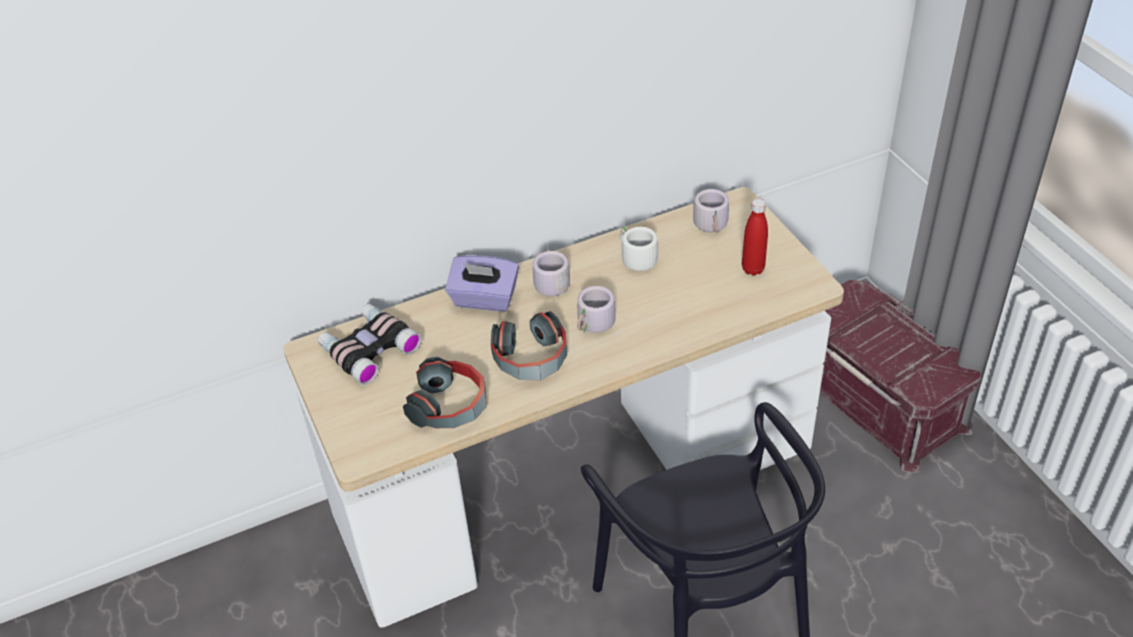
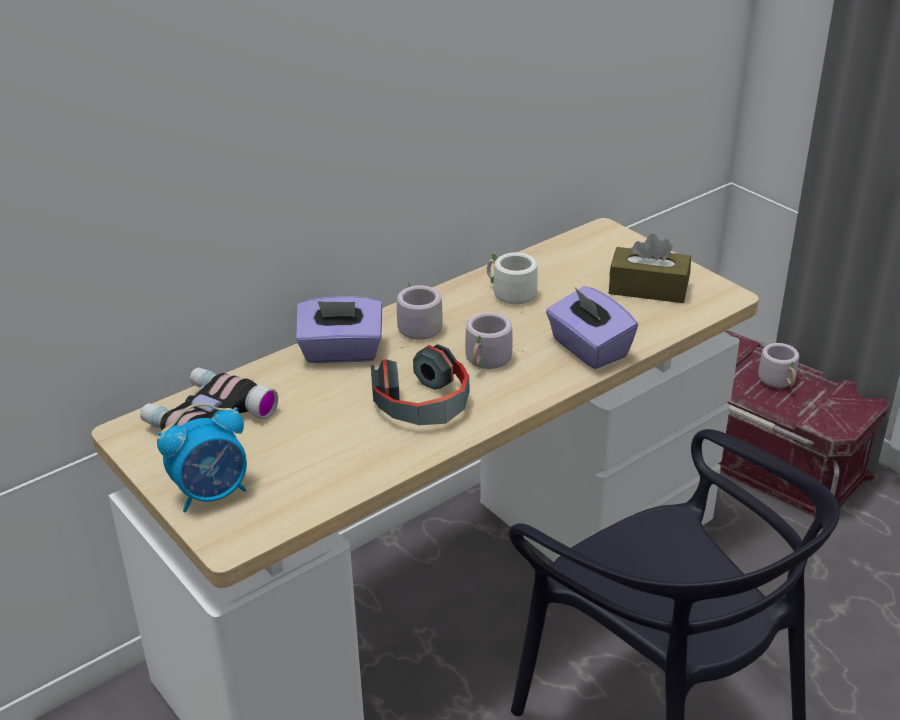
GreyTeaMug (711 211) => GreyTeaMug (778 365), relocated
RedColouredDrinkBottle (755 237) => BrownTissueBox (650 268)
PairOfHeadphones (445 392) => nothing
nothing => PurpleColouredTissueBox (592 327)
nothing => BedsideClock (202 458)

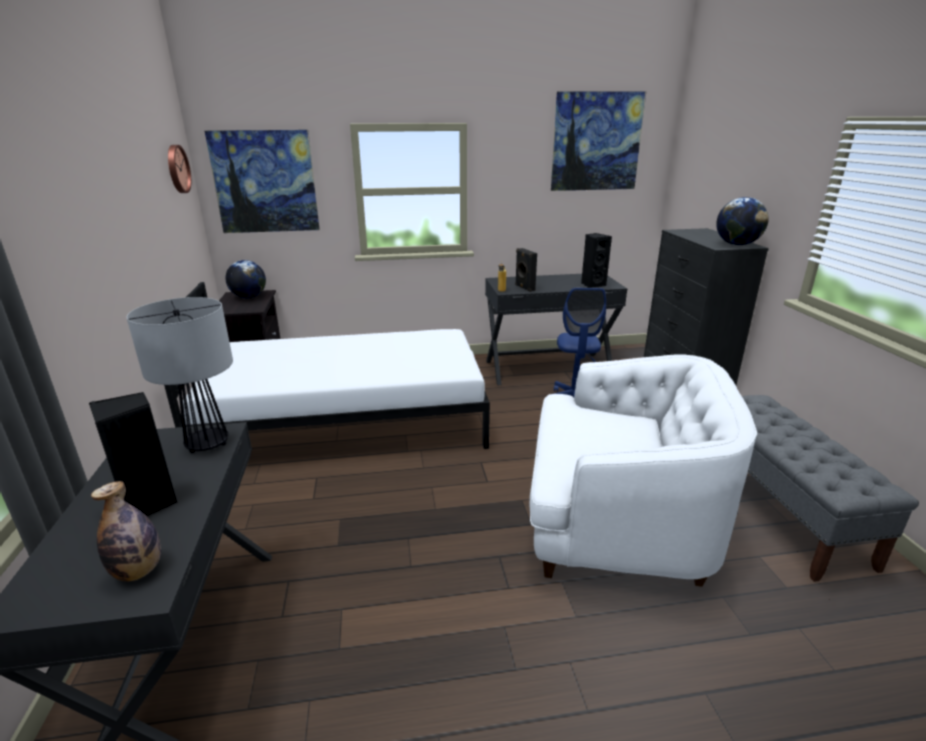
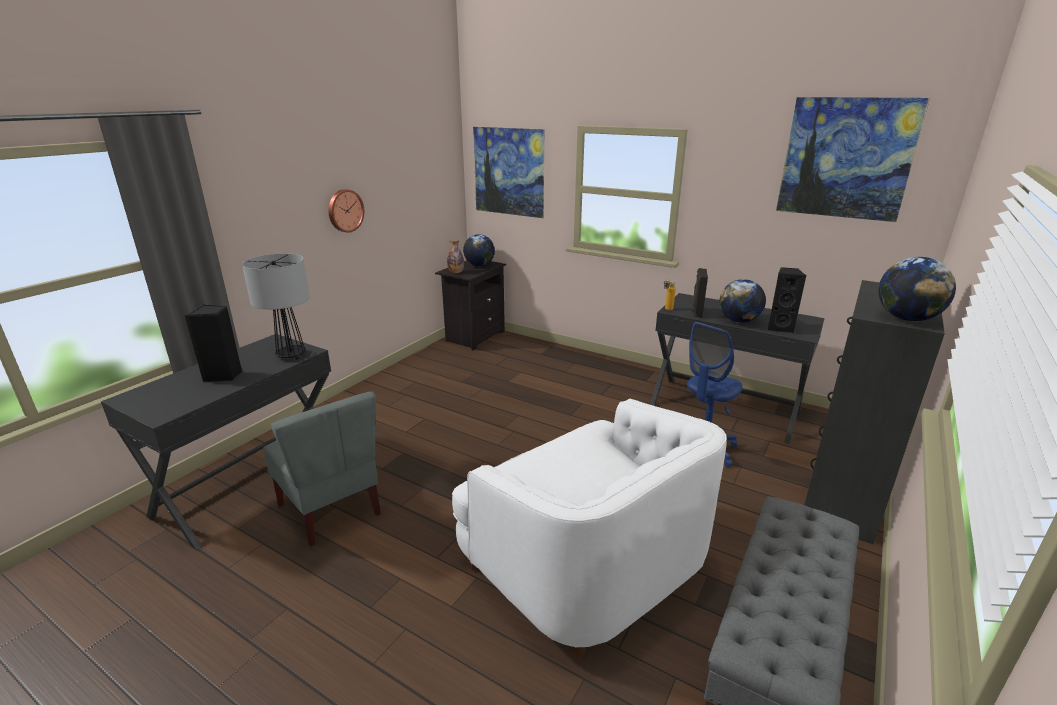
ClockOnTheWall (179 169) => ClockOnTheWall (346 211), relocated
WhiteColouredSleepingBed (327 365) => nothing
DrinkBottle (126 531) => DrinkBottle (455 256), relocated
nothing => Globe (742 301)
nothing => GreyUprightChair (322 468)

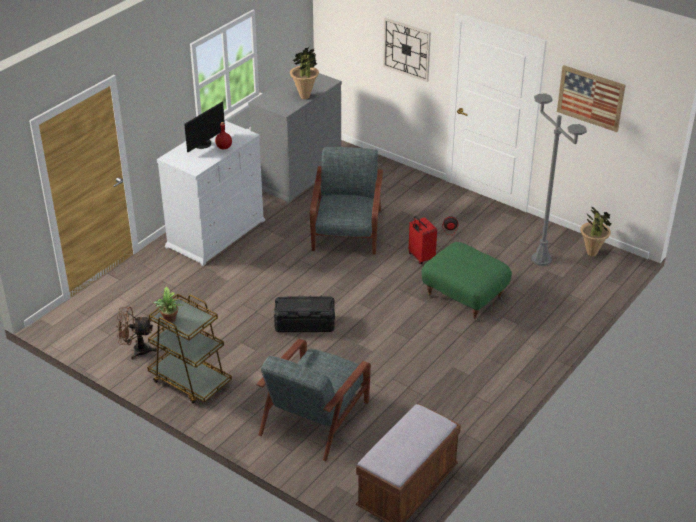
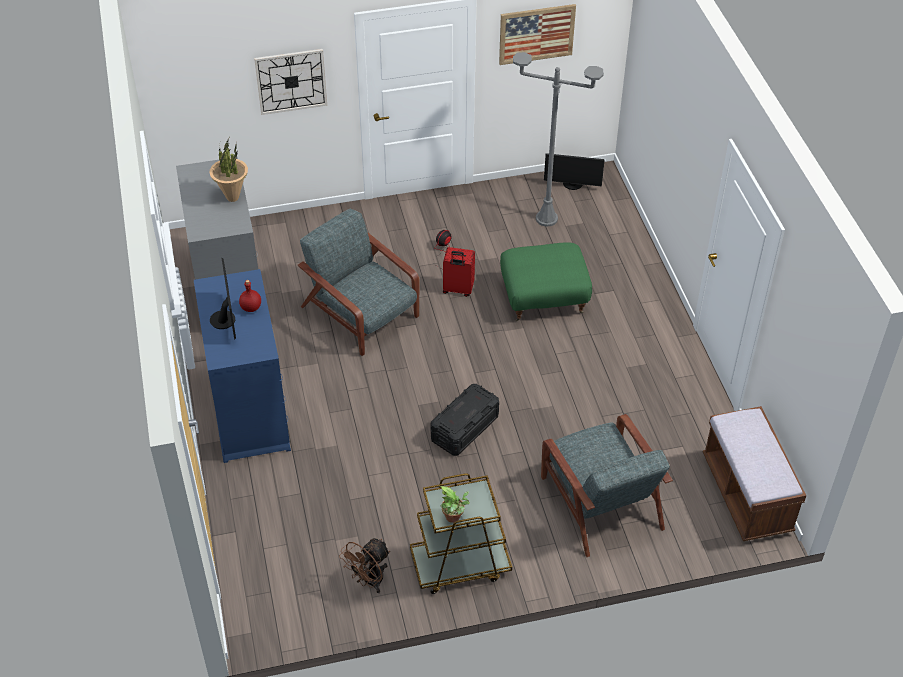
WhiteColouredDresser (211 193) => BlueColouredDresser (242 366)
Houseplant (596 230) => ComputerDisplay (574 171)

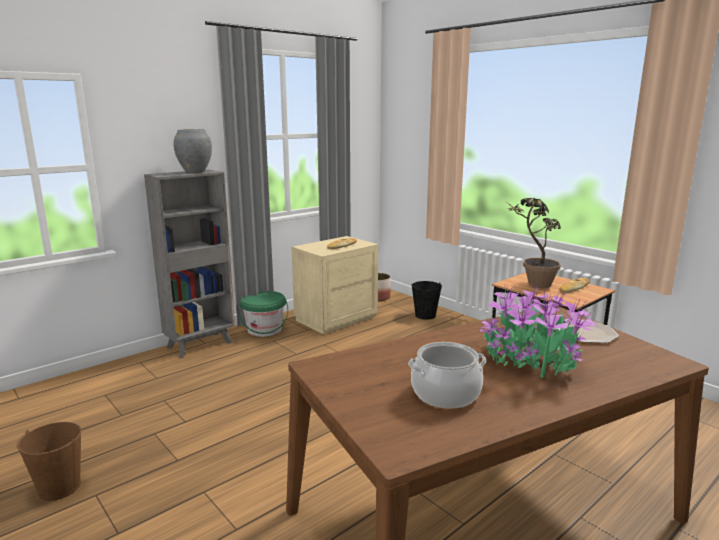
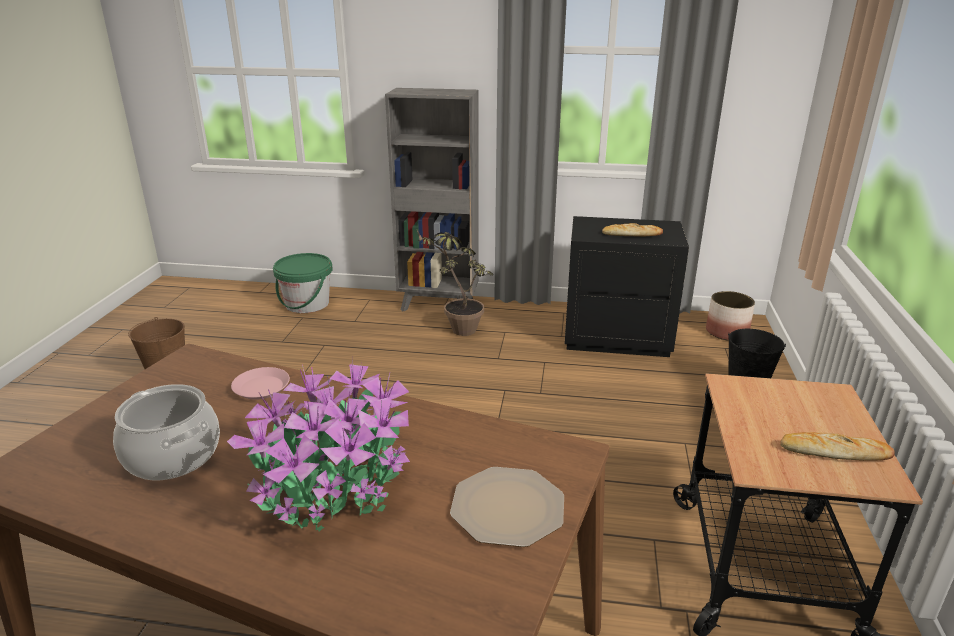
GreyFlowerVase (193 151) => nothing
Houseplant (534 243) => Houseplant (455 283), relocated
BeigeNightstand (334 285) => BlackishNightstand (627 286)
GreenColouredWaterBucket (263 314) => GreenColouredWaterBucket (303 283), relocated
nothing => PinkDinnerPlate (260 383)

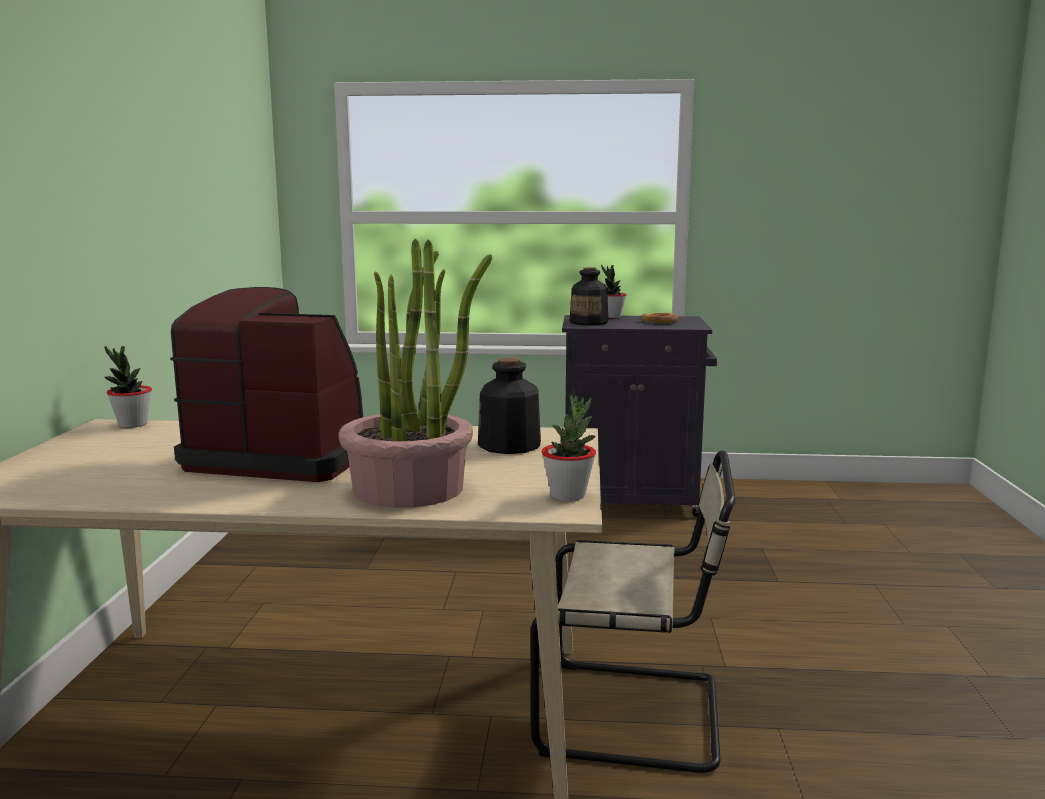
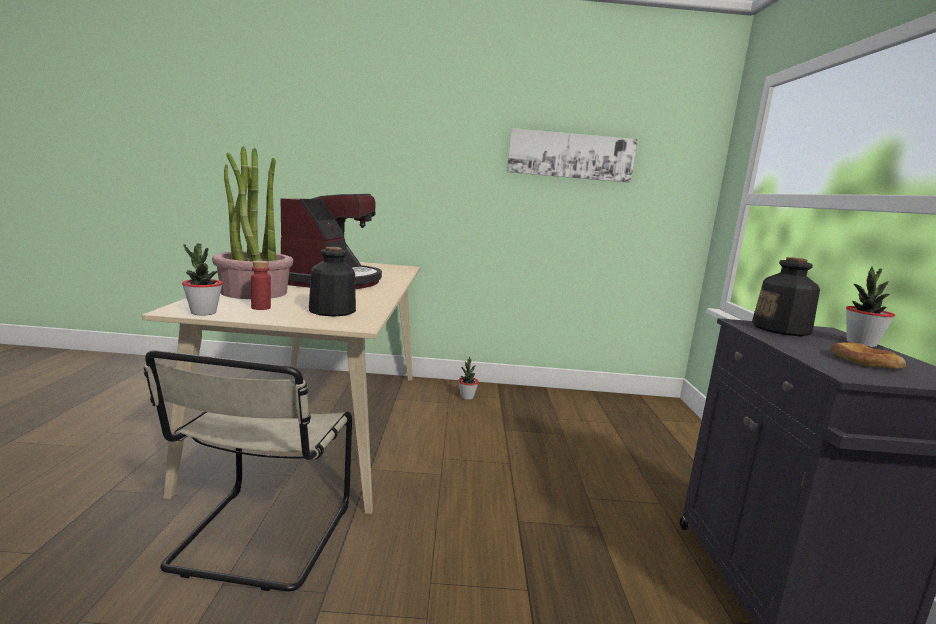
Houseplant (128 387) => Houseplant (468 378), relocated
nothing => Picture (572 155)
nothing => RedColouredDrinkBottle (261 285)

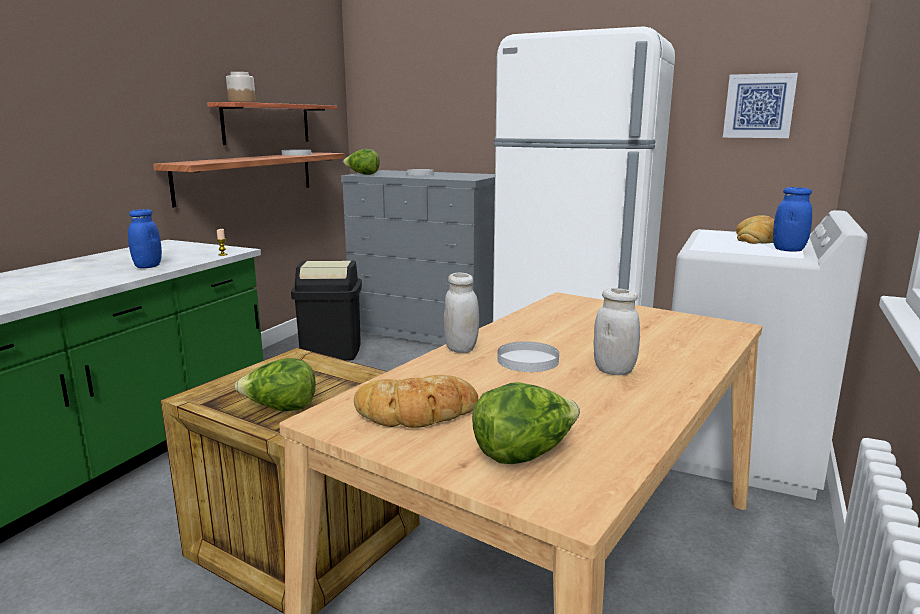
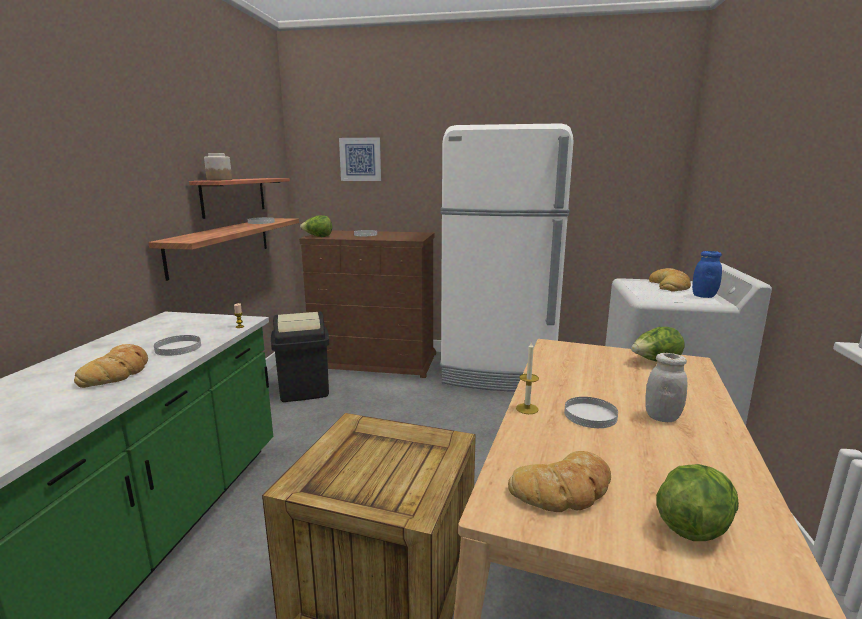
Picture (760 105) => Picture (360 159), relocated
GreyDresser (418 257) => BrownDresser (367 304)
BlueColouredPreserveJar (145 238) => WhiteColouredDinnerPlate (177 345)
WhiteColouredPreserveJar (461 312) => WaxCandle (527 377)
LettuceHead (275 384) => LettuceHead (658 344), relocated
nothing => Bread (111 366)

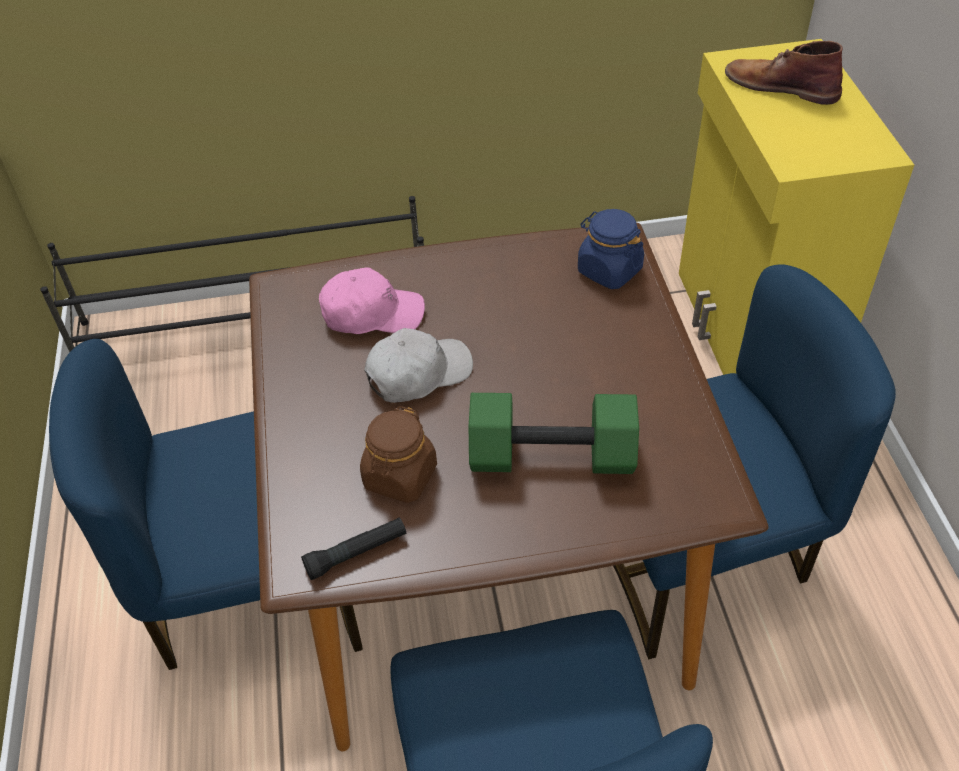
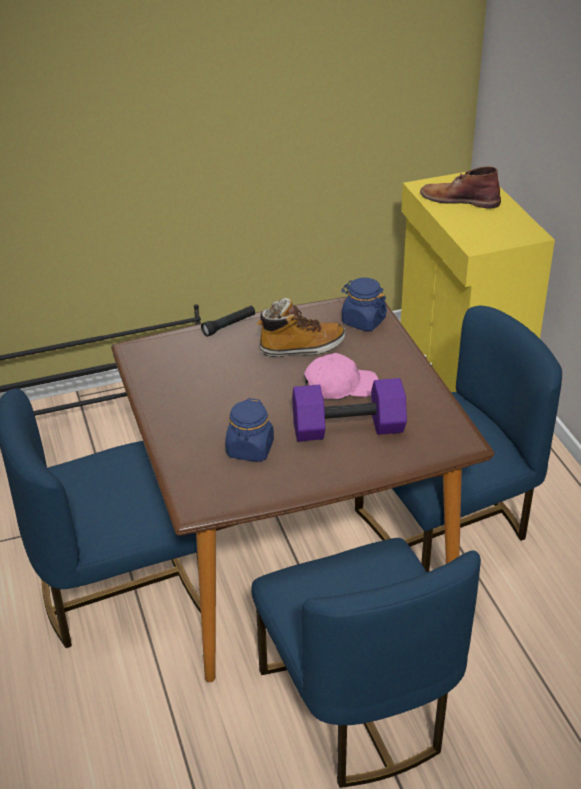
PinkCap (372 300) => PinkCap (341 376), relocated
WhiteColouredCap (418 365) => nothing
GreenColouredDumbbell (554 433) => PurpleColouredDumbbell (349 410)
BrownPreserveJar (398 454) => BlueColouredPreserveJar (249 430)
BlackishHandTorch (353 549) => BlackishHandTorch (228 321), relocated
nothing => TallBoot (301 327)

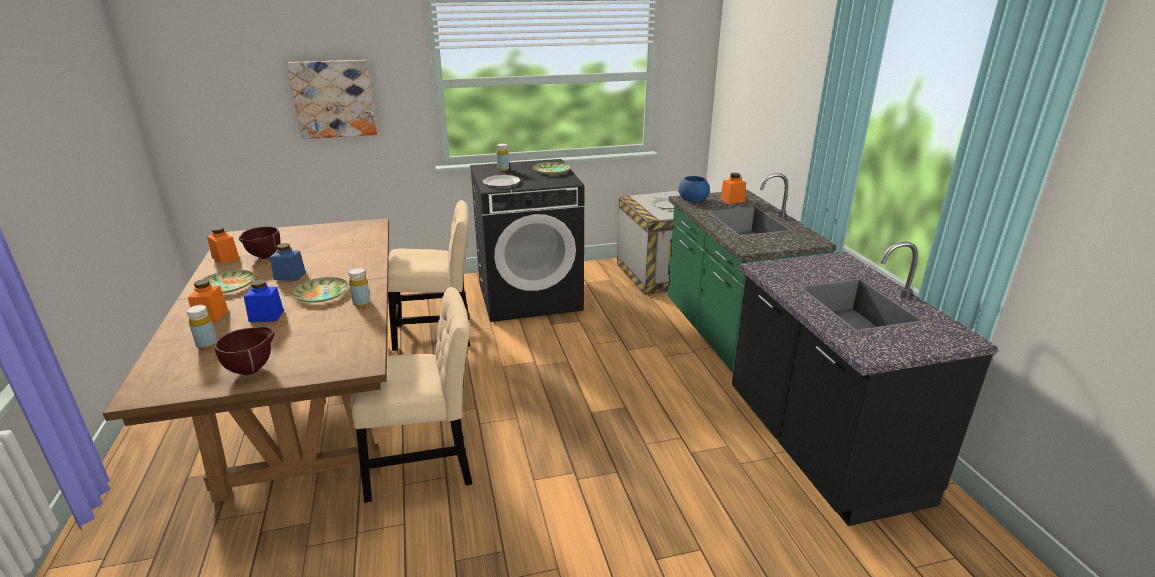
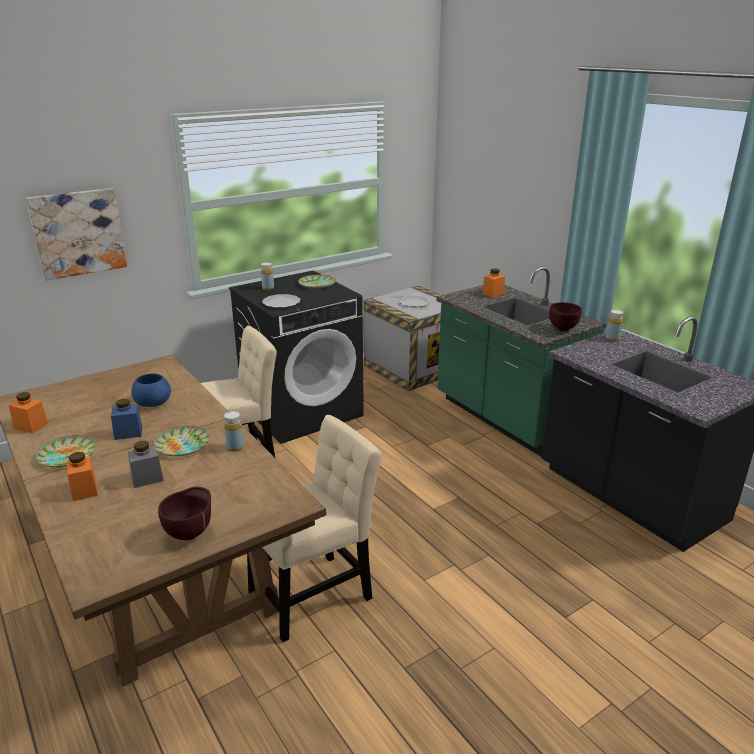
BlueColouredBowl (694 189) => BlueColouredBowl (151 390), relocated
BrownBowl (259 242) => BrownBowl (565 316), relocated
BlueColouredPreserveJar (264 300) => GreyPreserveJar (146 464)
YellowDrinkBottle (202 327) => YellowDrinkBottle (615 325), relocated

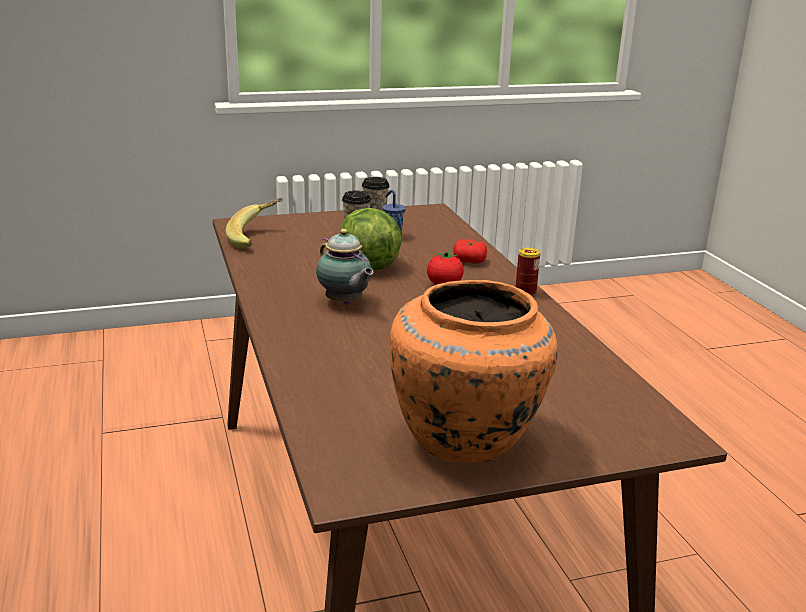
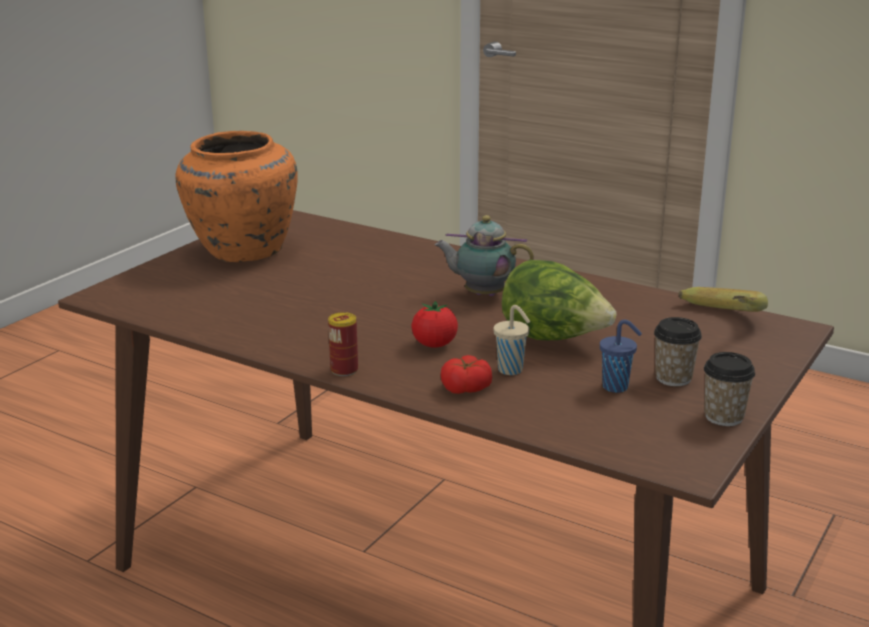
nothing => BeigeSmallCup (512 340)

